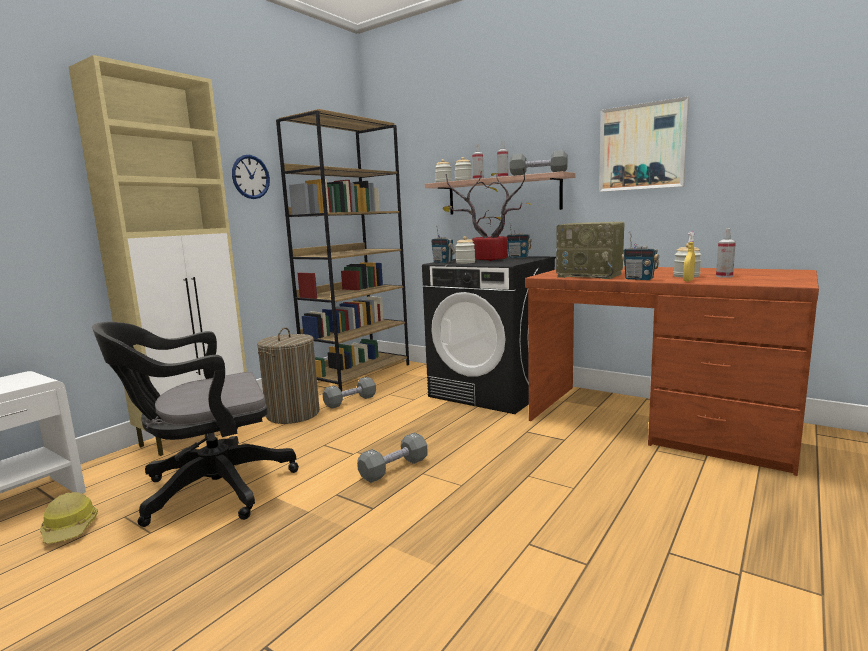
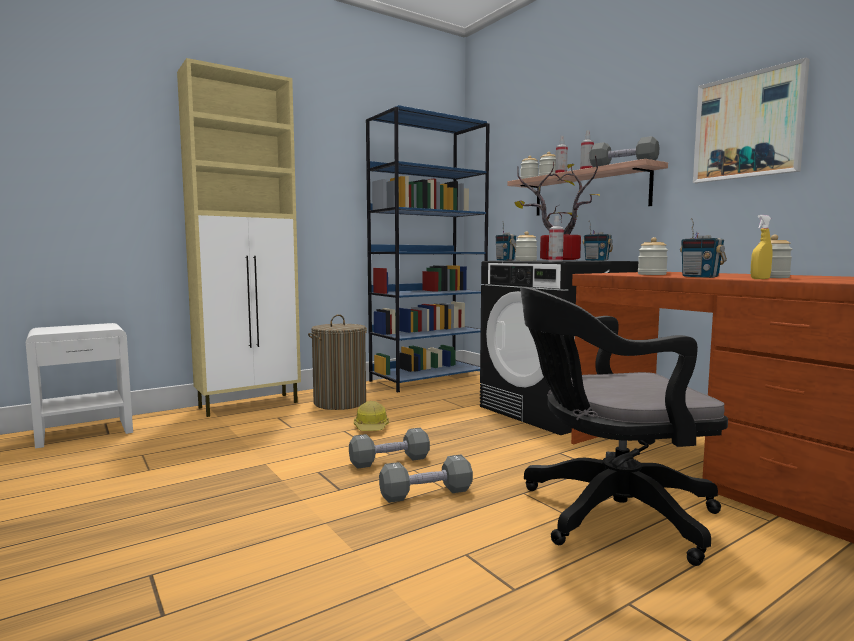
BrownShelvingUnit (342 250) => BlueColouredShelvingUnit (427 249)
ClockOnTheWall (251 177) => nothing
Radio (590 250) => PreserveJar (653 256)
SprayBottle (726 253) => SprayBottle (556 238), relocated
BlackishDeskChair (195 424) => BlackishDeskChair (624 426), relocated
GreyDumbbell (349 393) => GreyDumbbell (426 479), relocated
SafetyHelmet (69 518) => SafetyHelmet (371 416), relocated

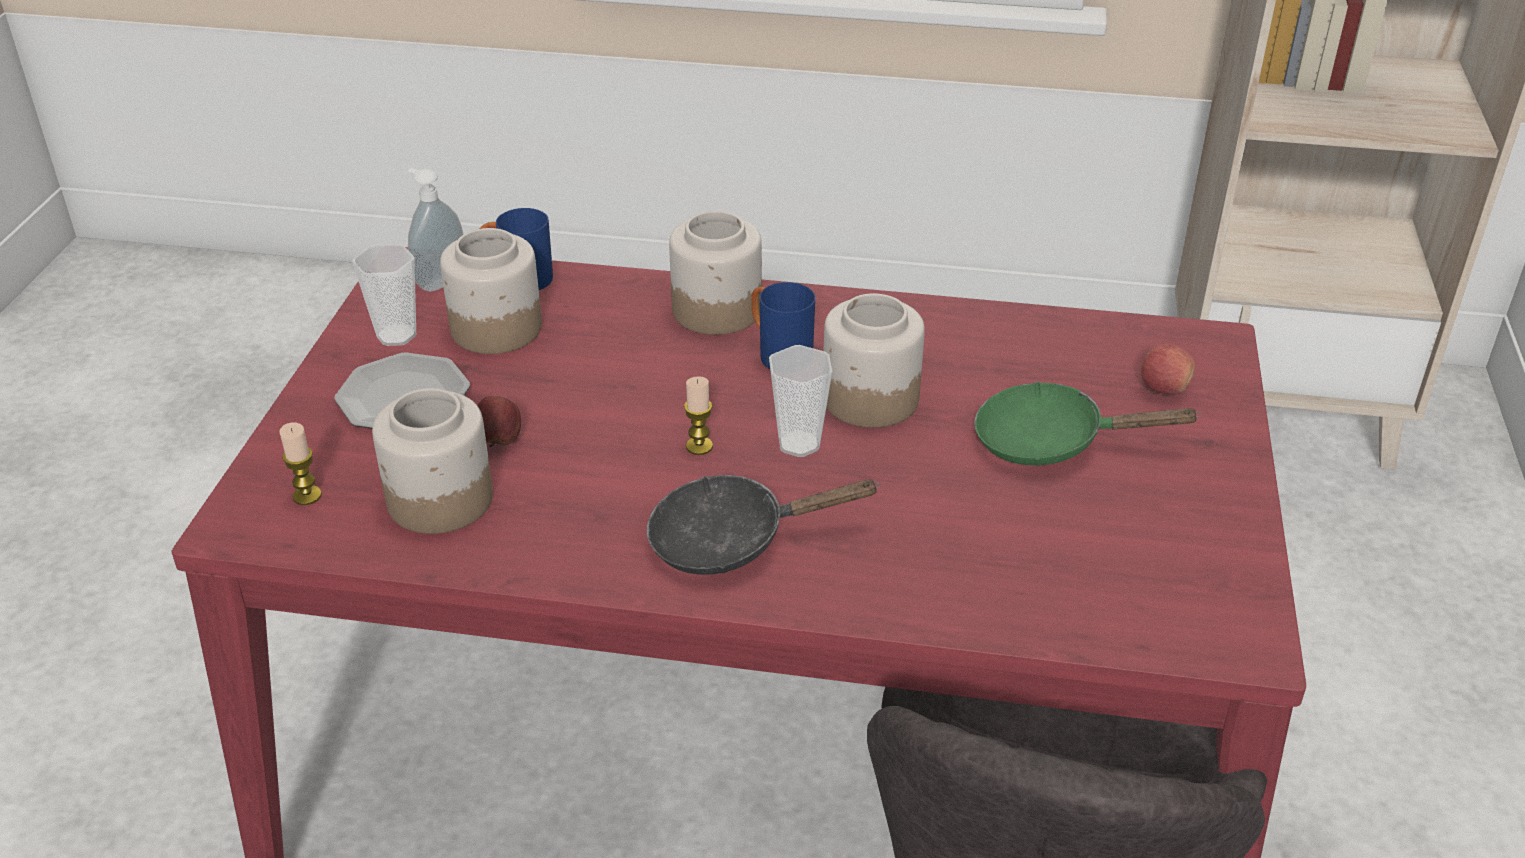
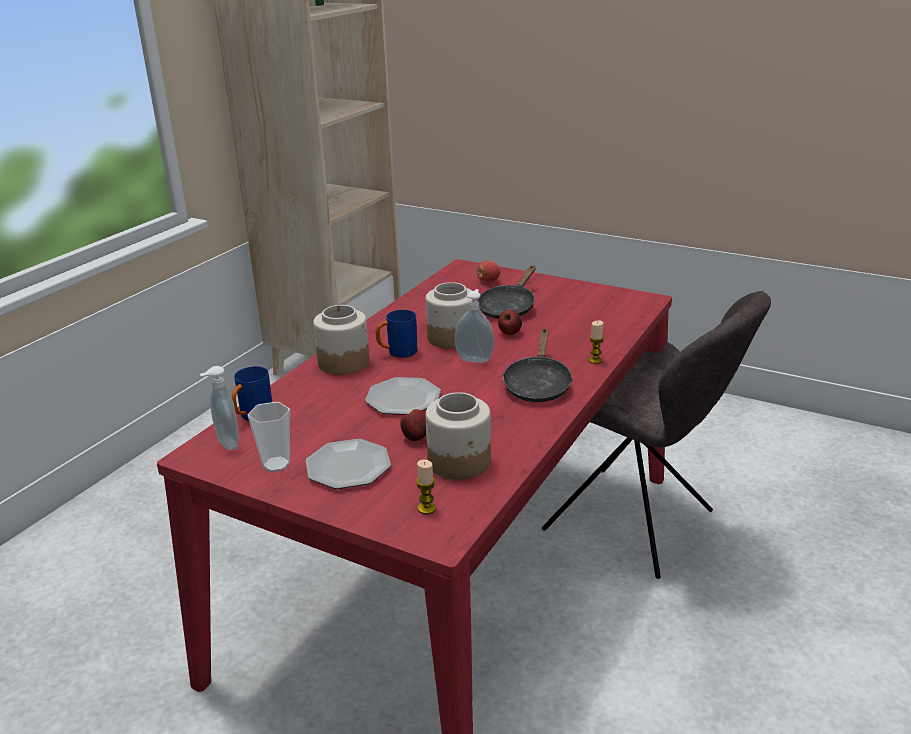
PreserveJar (491 291) => nothing
SmallCup (801 401) => SoapDispenser (474 326)
WaxCandle (698 415) => WaxCandle (596 342), relocated
GreenColouredFryingPan (1087 423) => BlackishFryingPan (506 292)
nothing => Apple (510 322)
nothing => DinnerPlate (403 396)

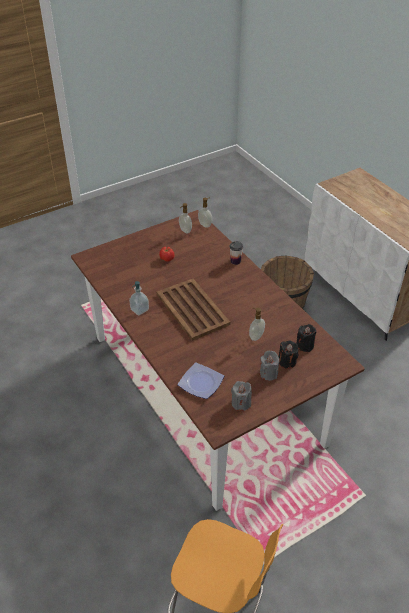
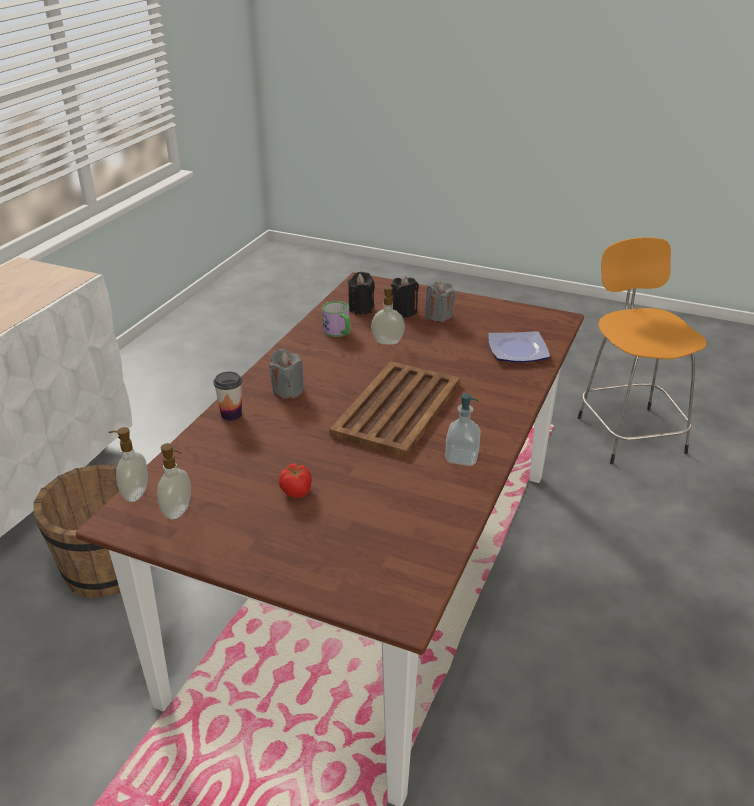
GreyWaxCandle (241 396) => GreyWaxCandle (286 374), relocated
nothing => TeaMug (336 319)

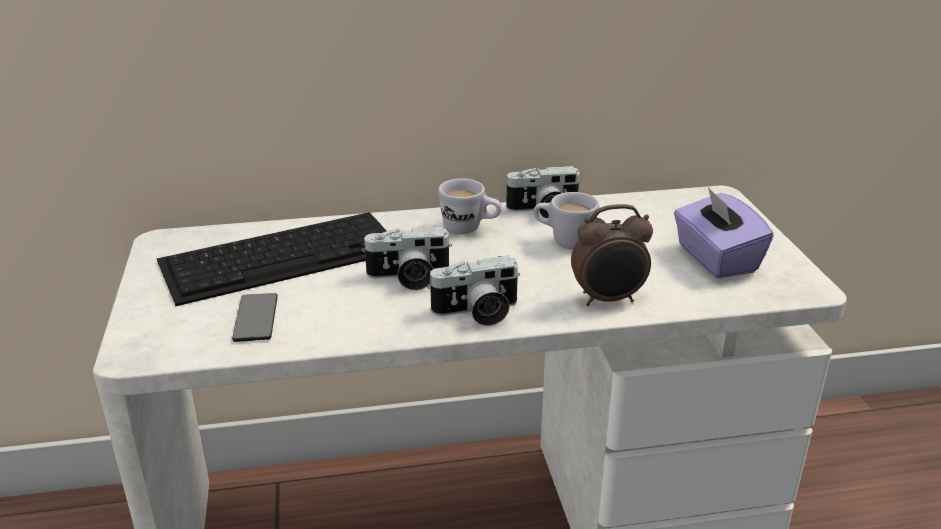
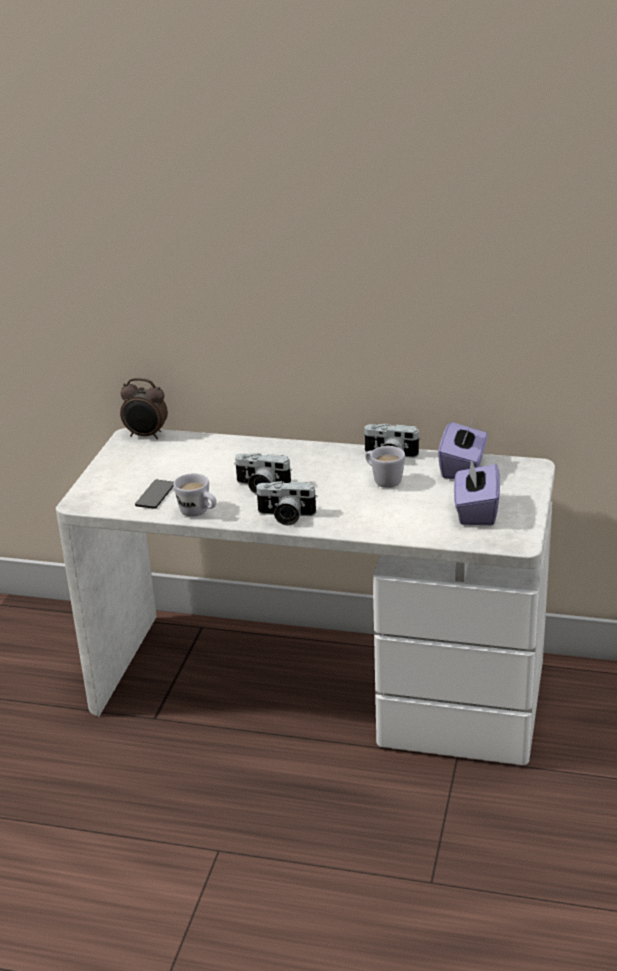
WhiteColouredTeaMug (470 206) => WhiteColouredTeaMug (195 495), relocated
BedsideClock (612 255) => BedsideClock (144 408), relocated
PcKeyboard (271 259) => nothing
nothing => PurpleColouredTissueBox (463 449)

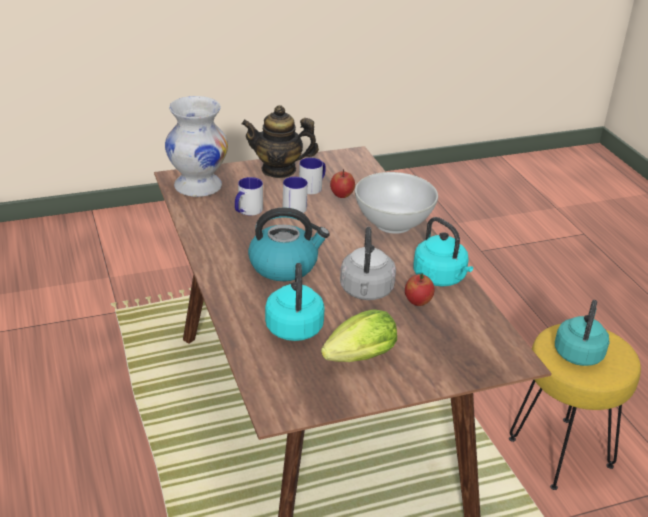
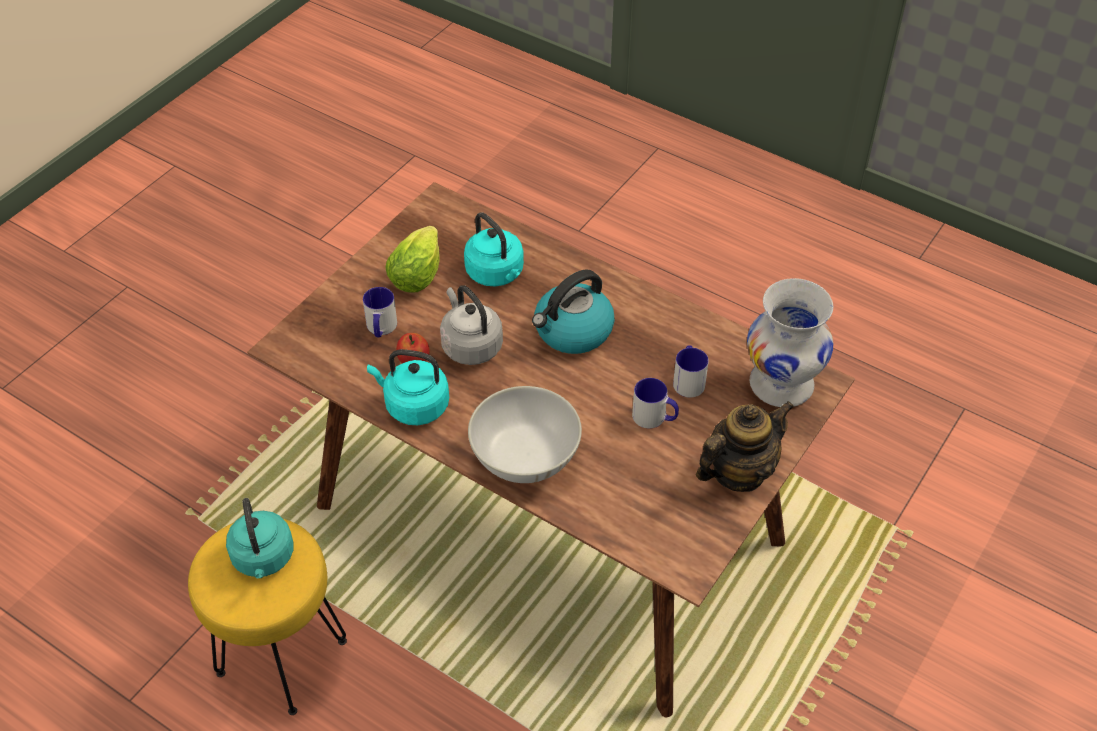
TeaMug (312 176) => TeaMug (380 312), relocated
Apple (342 183) => nothing

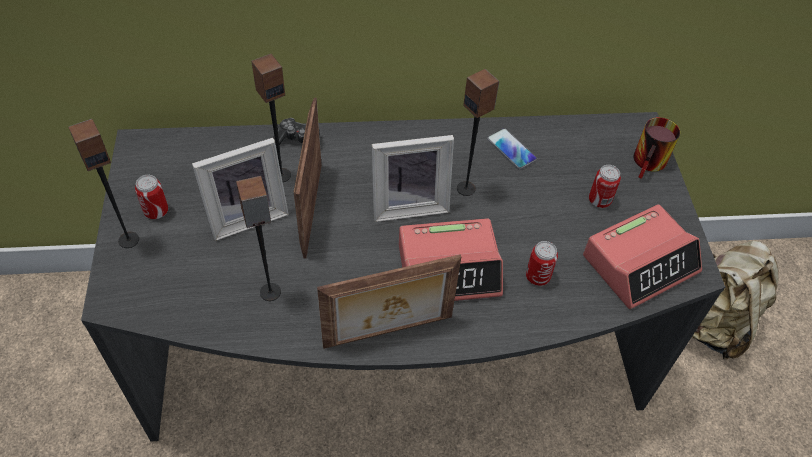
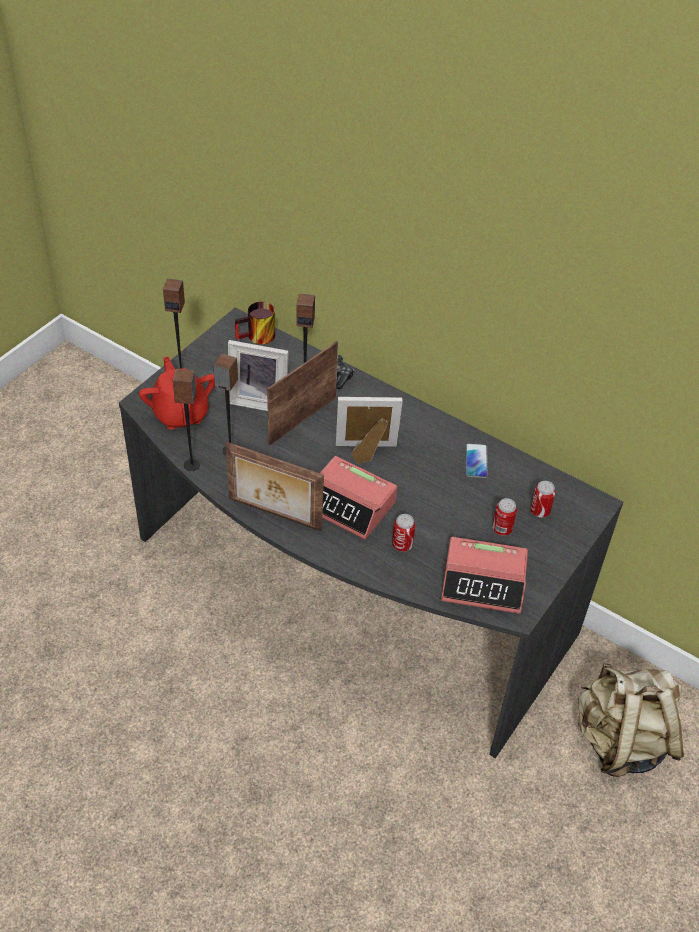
Speaker (478 132) => Speaker (186 420), relocated
TeaMug (657 148) => TeaMug (255 322), relocated
StandingFrame (413 178) => StandingFrame (369 430), 150 degrees clockwise
Can (151 197) => Can (543 499), relocated
nothing => RedColouredTeaPot (177 393)

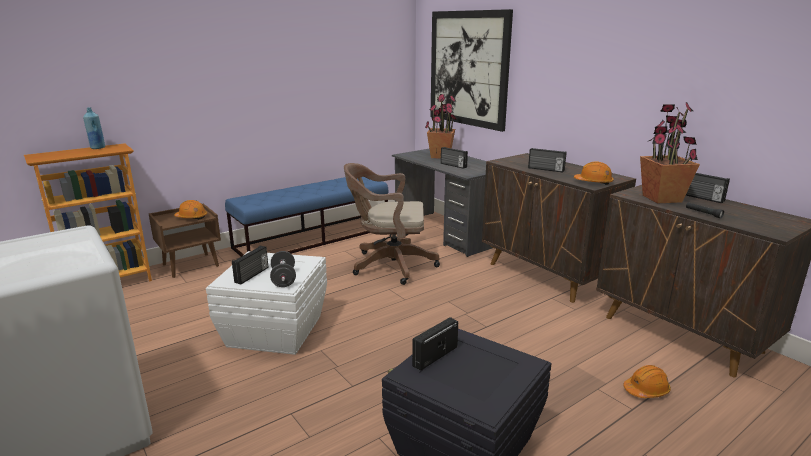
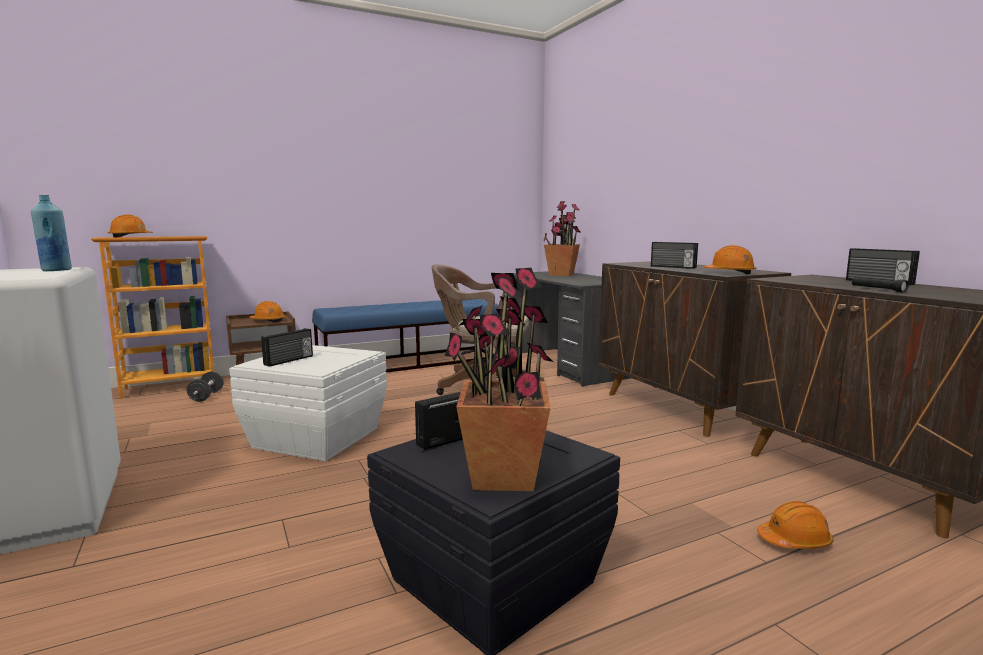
Picture (471 70) => nothing
Houseplant (670 153) => Houseplant (499 379), relocated
BlueColouredDrinkBottle (94 128) => BlueColouredDrinkBottle (51 233), relocated
Radio (454 158) => nothing
BlackishDumbbell (283 269) => BlackishDumbbell (205 386), relocated
nothing => OrangeColouredSafetyHelmet (130 226)

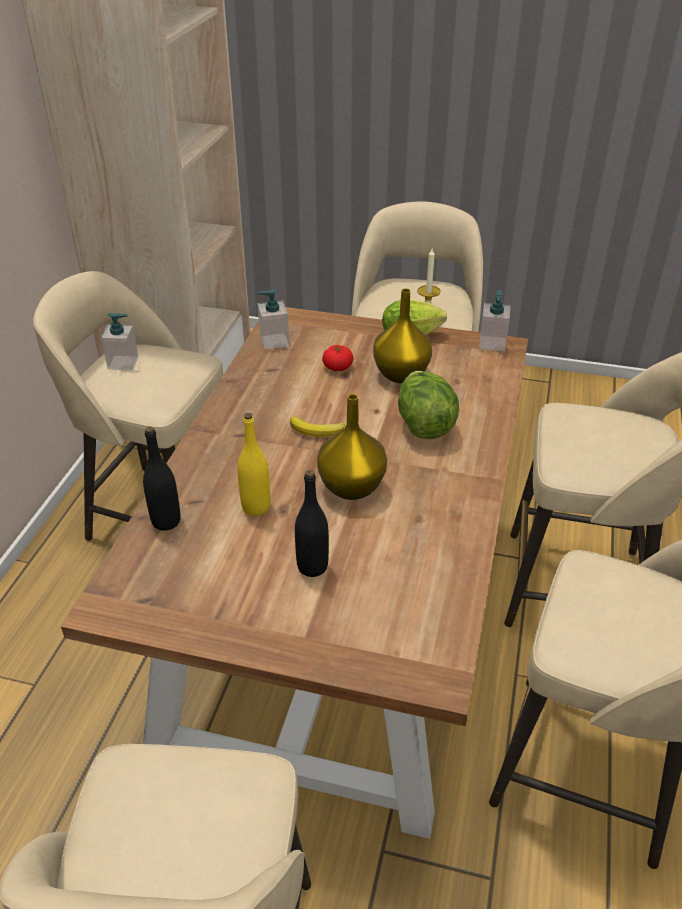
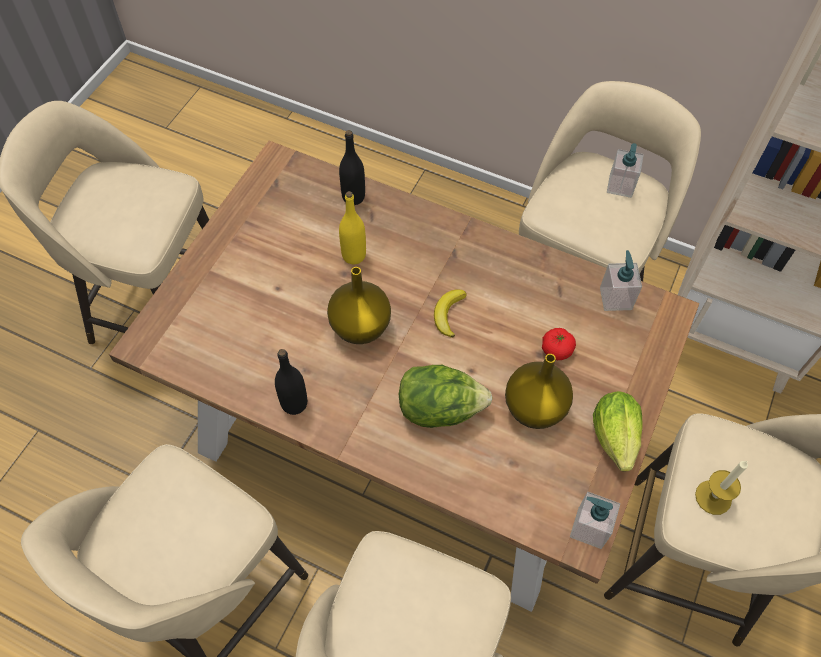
BlackishDrinkBottle (312 523) => BlackishDrinkBottle (291 382), relocated

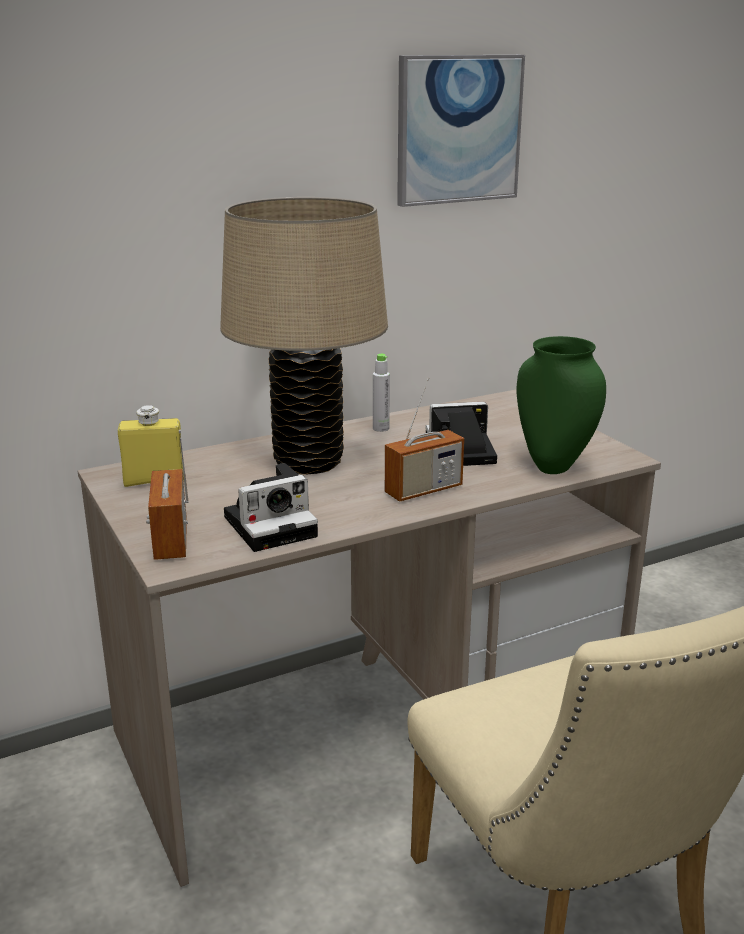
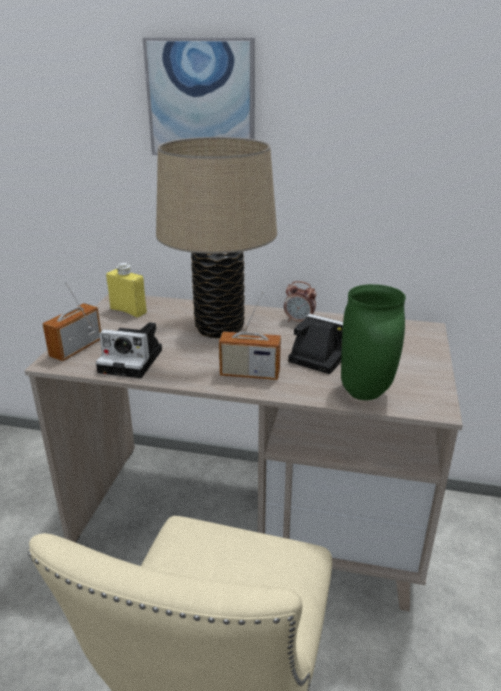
Picture (461 131) => Picture (199 96), relocated
GreyDrinkBottle (381 393) => BedsideClock (300 301)

